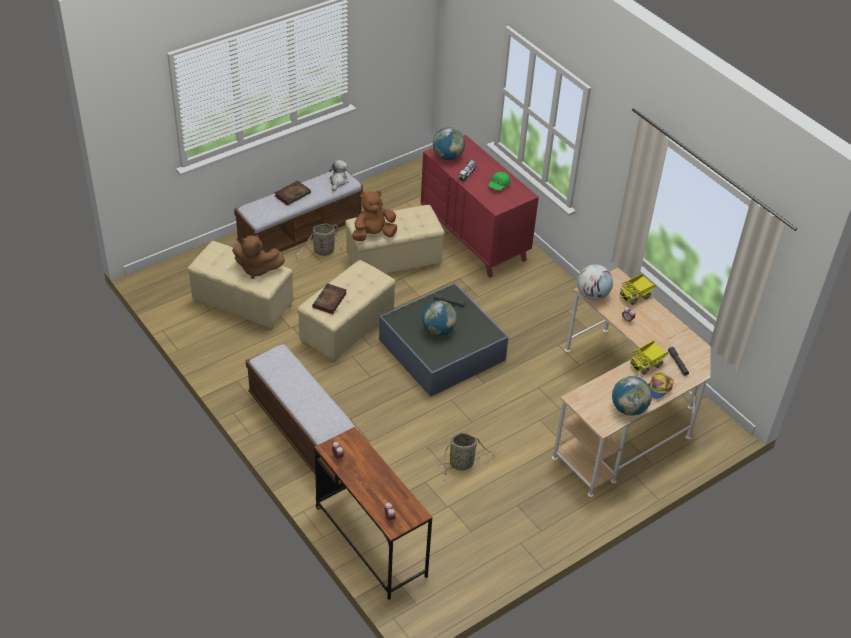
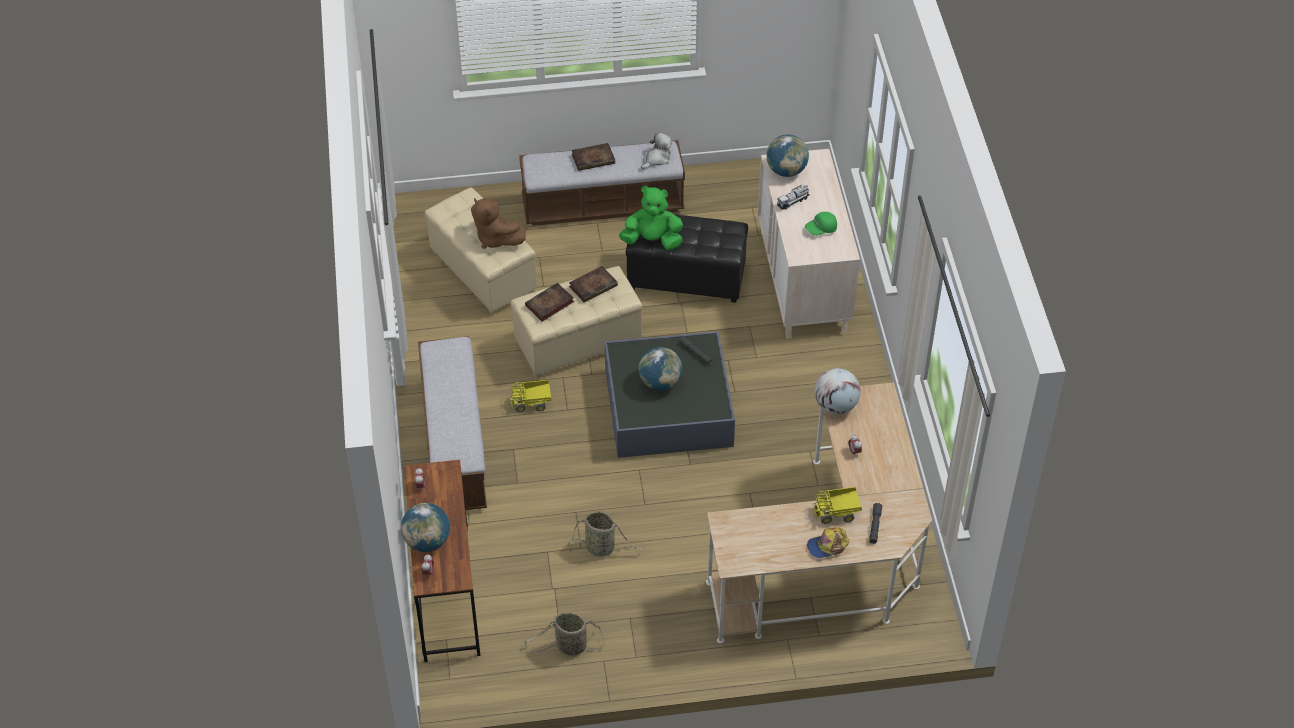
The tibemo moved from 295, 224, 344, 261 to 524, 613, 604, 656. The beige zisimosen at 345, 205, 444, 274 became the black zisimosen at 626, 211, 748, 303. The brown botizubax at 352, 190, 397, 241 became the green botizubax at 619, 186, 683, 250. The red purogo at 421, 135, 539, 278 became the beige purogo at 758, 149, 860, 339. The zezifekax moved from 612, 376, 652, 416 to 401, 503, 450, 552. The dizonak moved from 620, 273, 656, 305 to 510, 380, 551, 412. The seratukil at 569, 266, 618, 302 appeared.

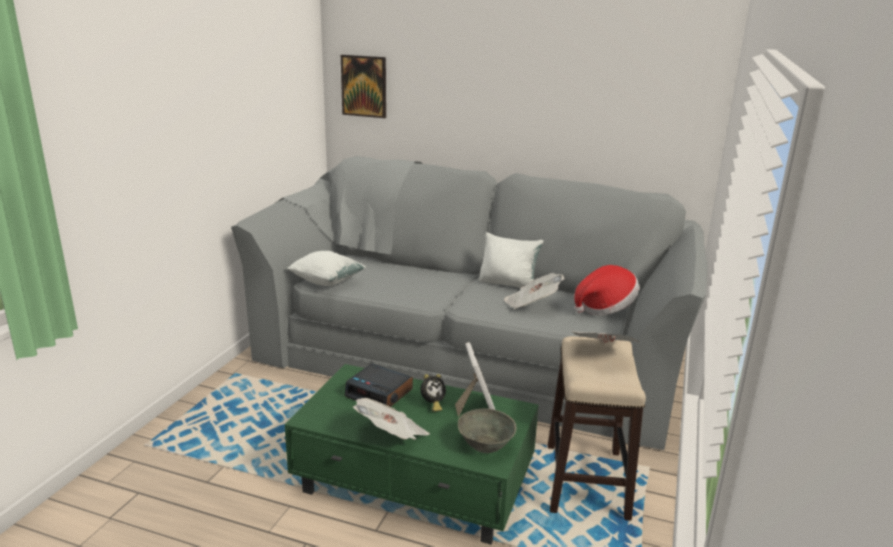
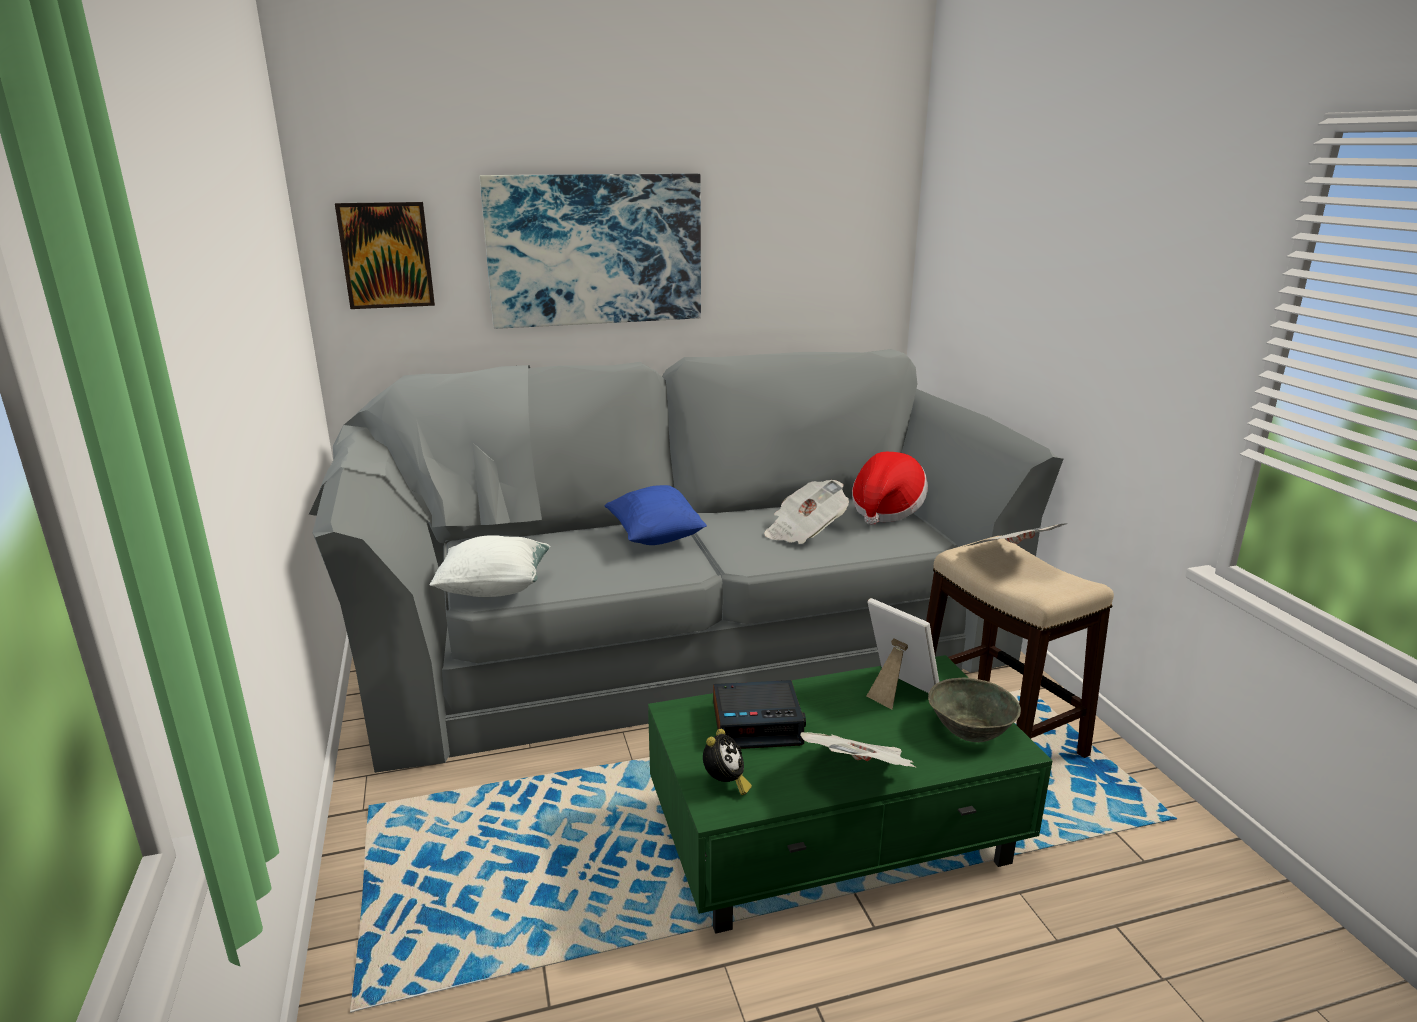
The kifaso moved from 421, 374, 446, 412 to 703, 729, 752, 795. The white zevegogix at 479, 232, 543, 288 disappeared. The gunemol at 480, 173, 701, 329 appeared. The blue zevegogix at 604, 485, 707, 545 appeared.

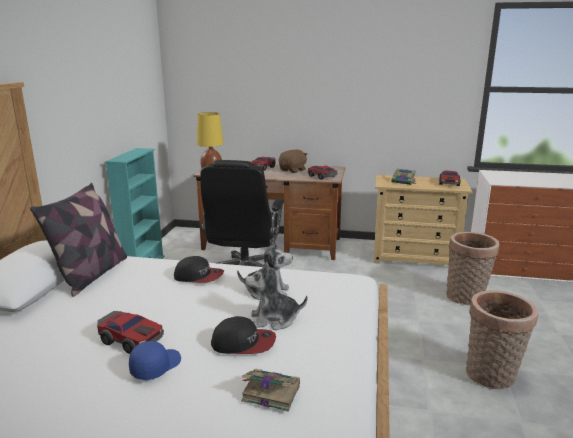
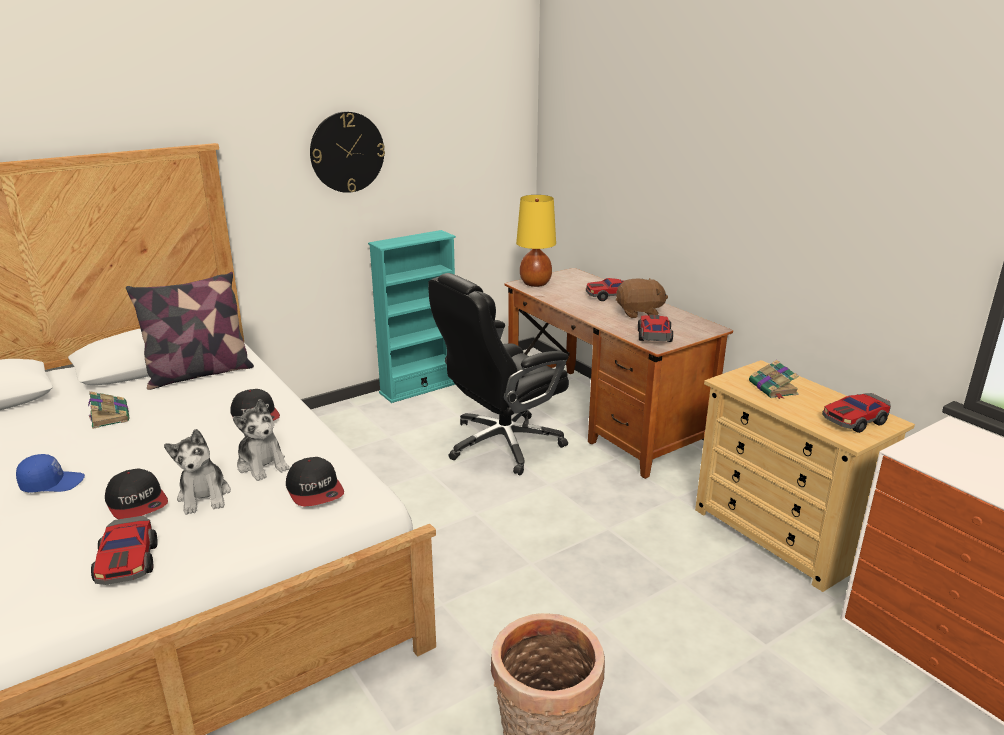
The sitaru moved from 97, 311, 164, 354 to 91, 516, 157, 585. The seratukil moved from 241, 369, 300, 412 to 88, 391, 129, 429. The botizubax at 245, 261, 308, 330 turned 150 degrees counterclockwise. The tibemo at 446, 232, 499, 305 disappeared. The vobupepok at 286, 457, 344, 507 appeared. The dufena at 310, 111, 385, 193 appeared.

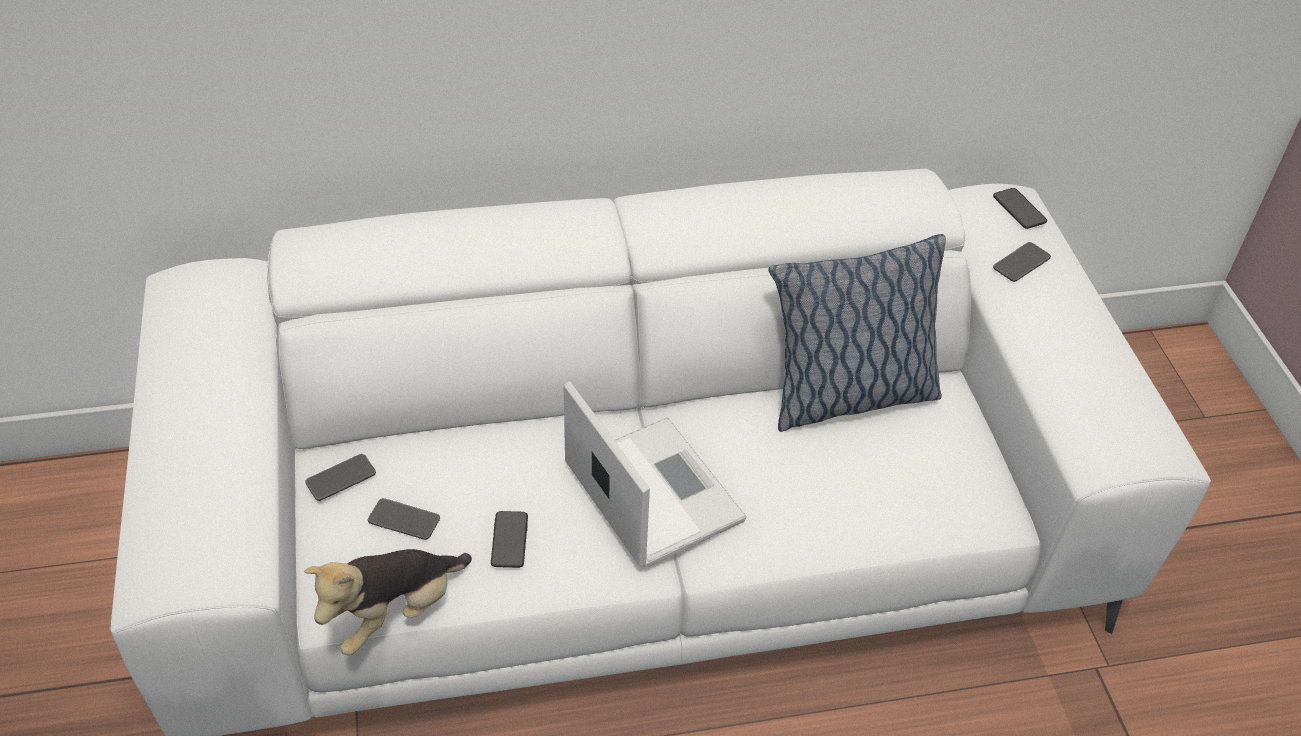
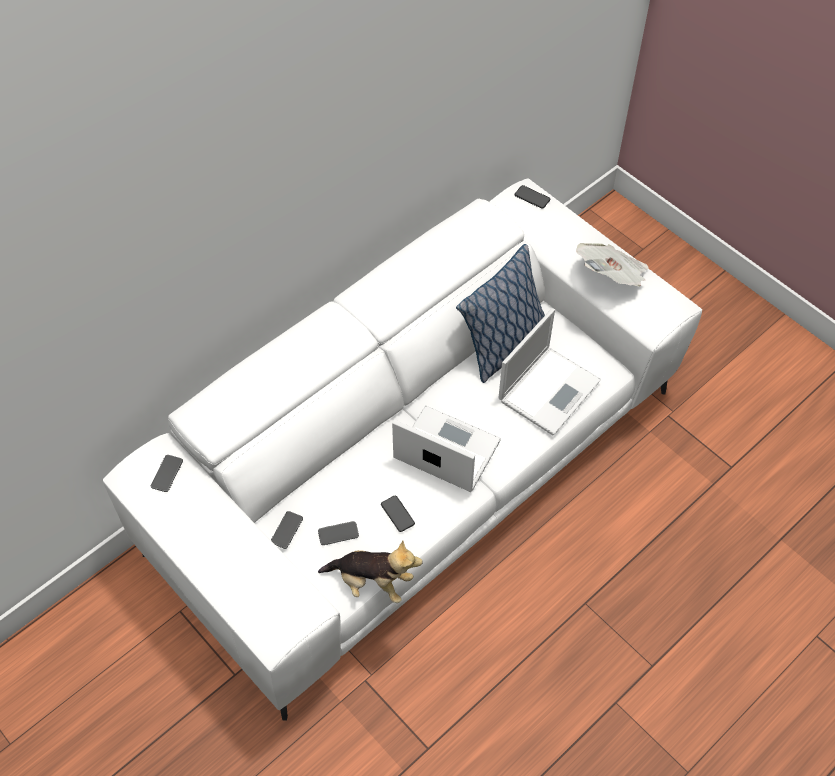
The botizubax at 304, 549, 472, 655 turned 90 degrees counterclockwise. The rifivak moved from 993, 242, 1051, 282 to 151, 455, 183, 492. The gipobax at 498, 308, 601, 435 appeared. The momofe at 576, 243, 649, 287 appeared.

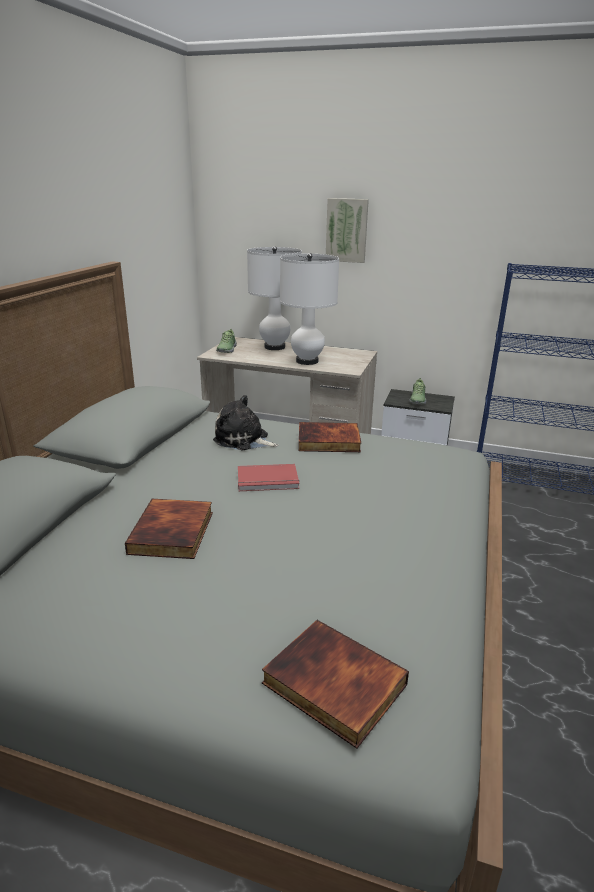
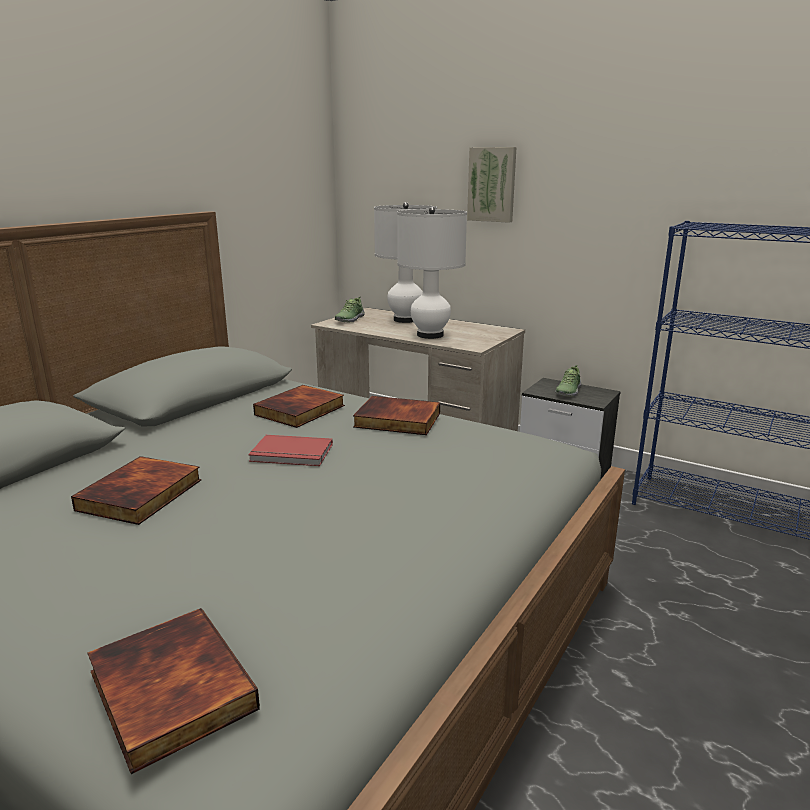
The botizubax at 213, 395, 279, 450 was replaced by the seratukil at 253, 385, 345, 428.

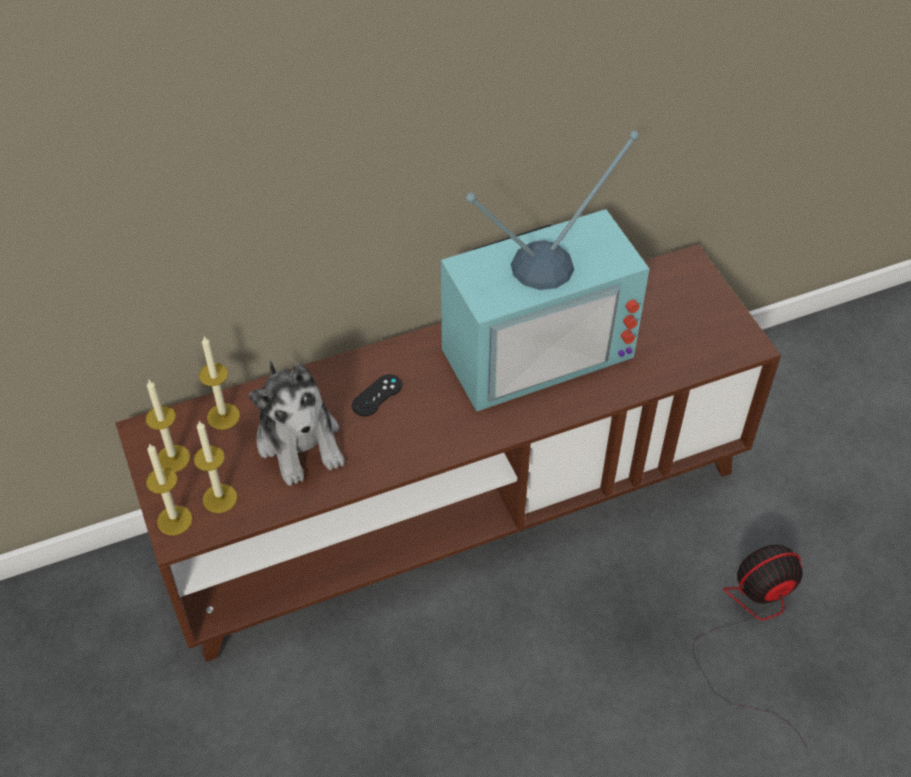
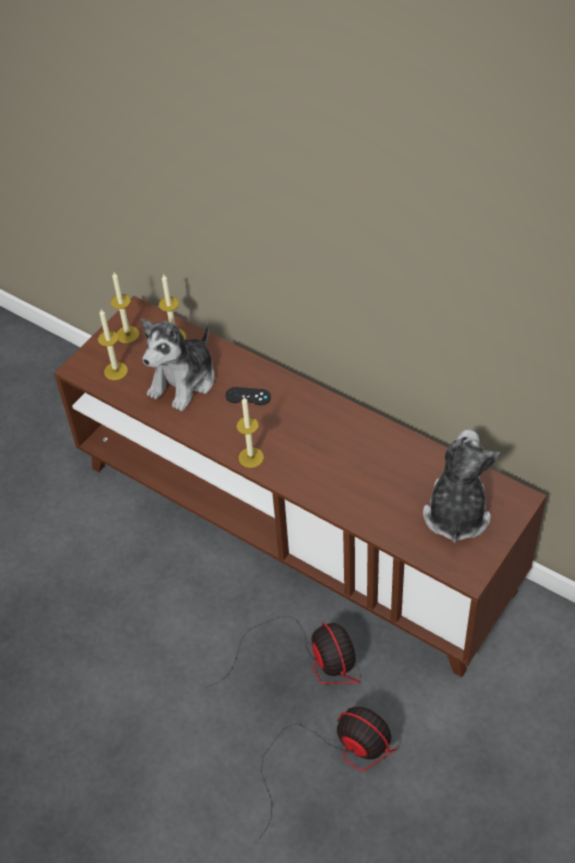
The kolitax moved from 146, 443, 193, 535 to 236, 397, 264, 468. The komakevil at 441, 130, 649, 412 disappeared. The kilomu at 205, 616, 360, 688 appeared. The botizubax at 423, 429, 500, 543 appeared.

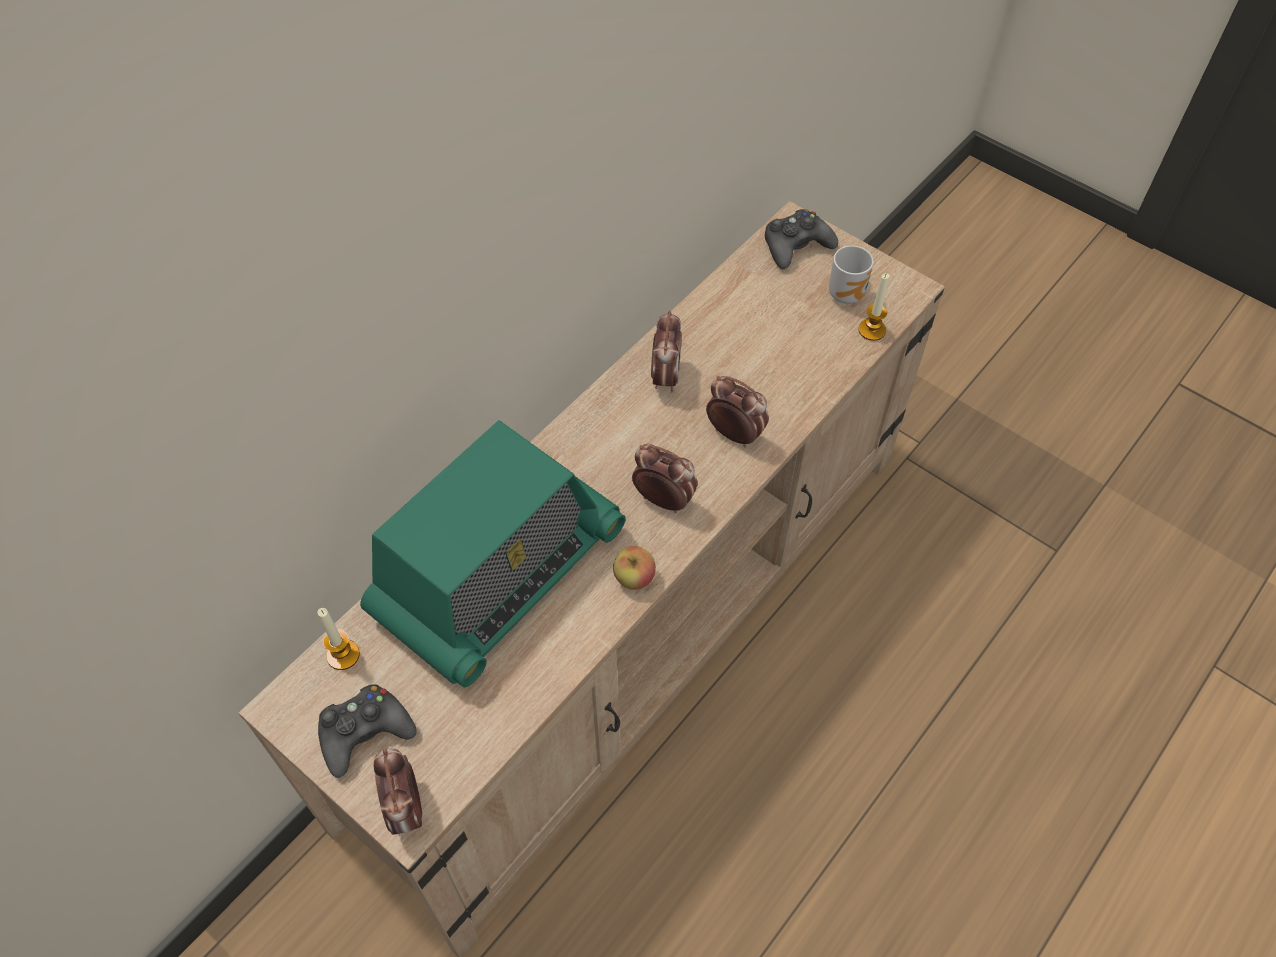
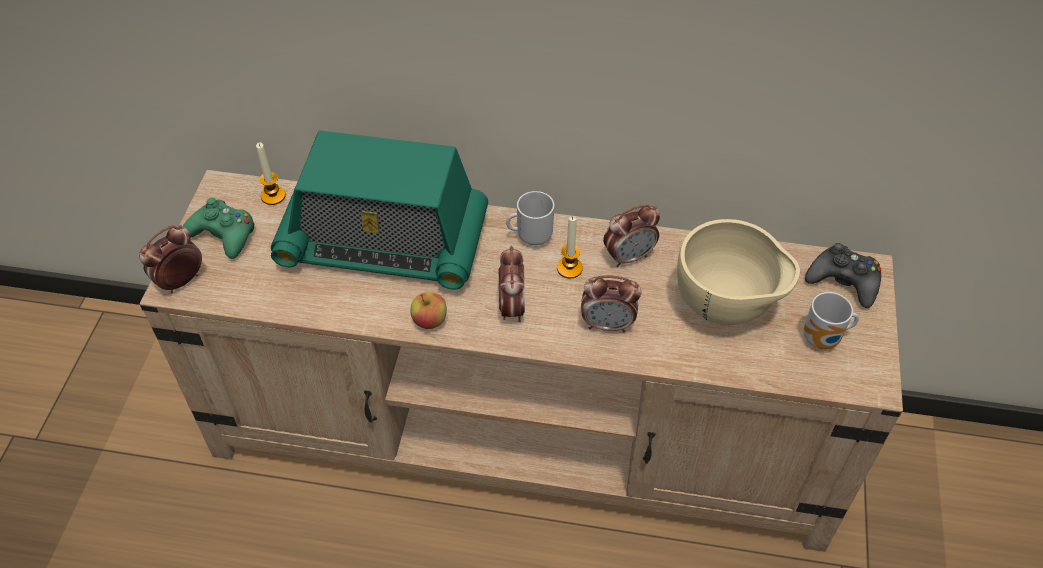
The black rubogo at 318, 684, 417, 778 became the green rubogo at 183, 198, 255, 259. The kifaso at 706, 376, 769, 447 turned 90 degrees clockwise. The kolitax moved from 859, 273, 890, 341 to 557, 216, 583, 279. The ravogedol at 506, 191, 554, 245 appeared. The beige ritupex at 677, 219, 800, 325 appeared.

